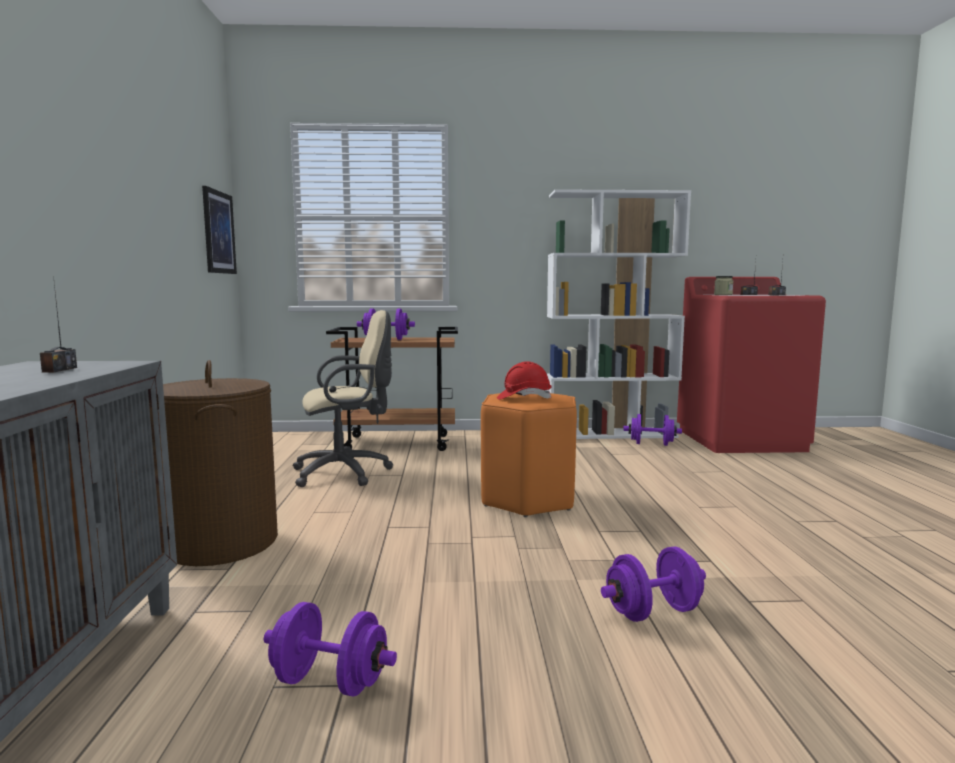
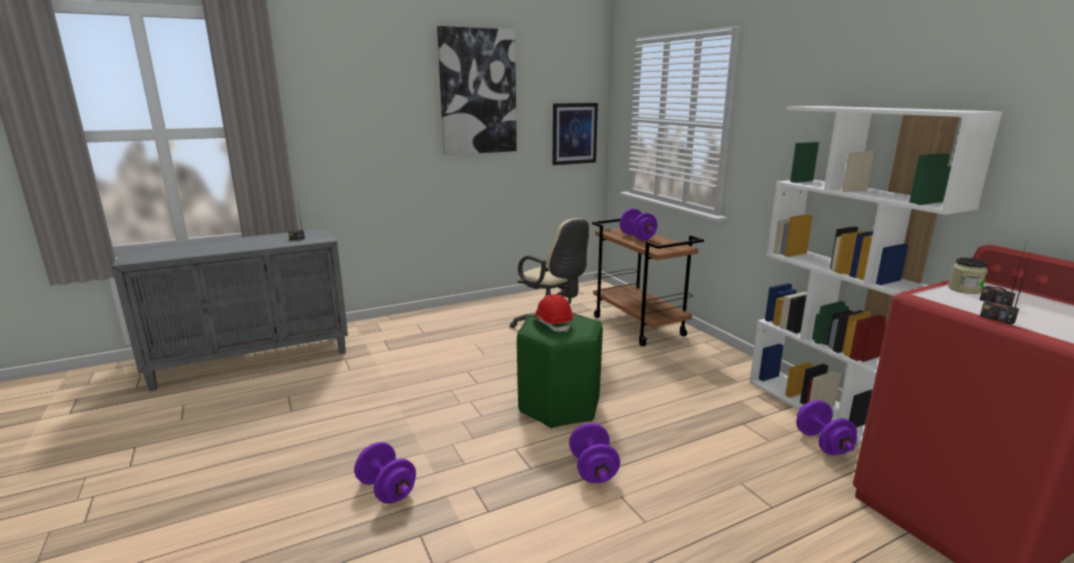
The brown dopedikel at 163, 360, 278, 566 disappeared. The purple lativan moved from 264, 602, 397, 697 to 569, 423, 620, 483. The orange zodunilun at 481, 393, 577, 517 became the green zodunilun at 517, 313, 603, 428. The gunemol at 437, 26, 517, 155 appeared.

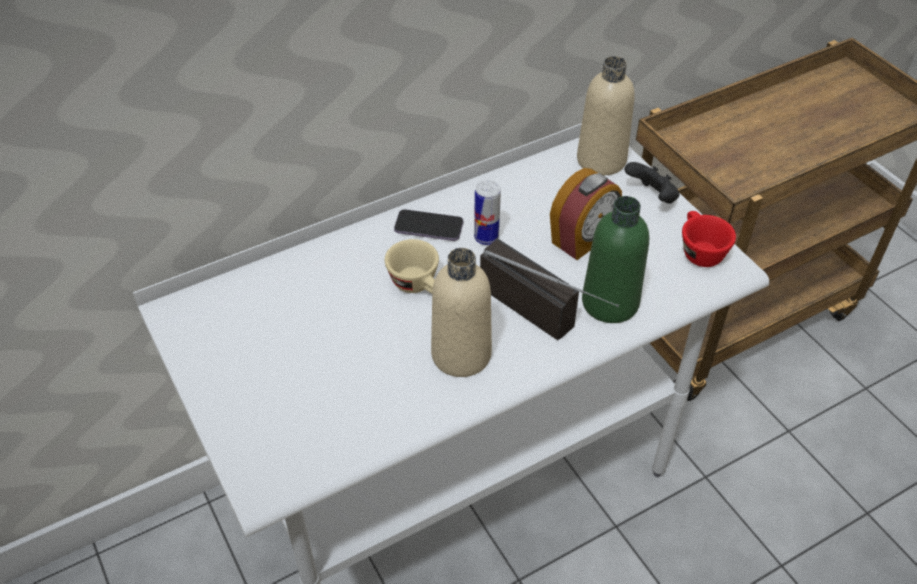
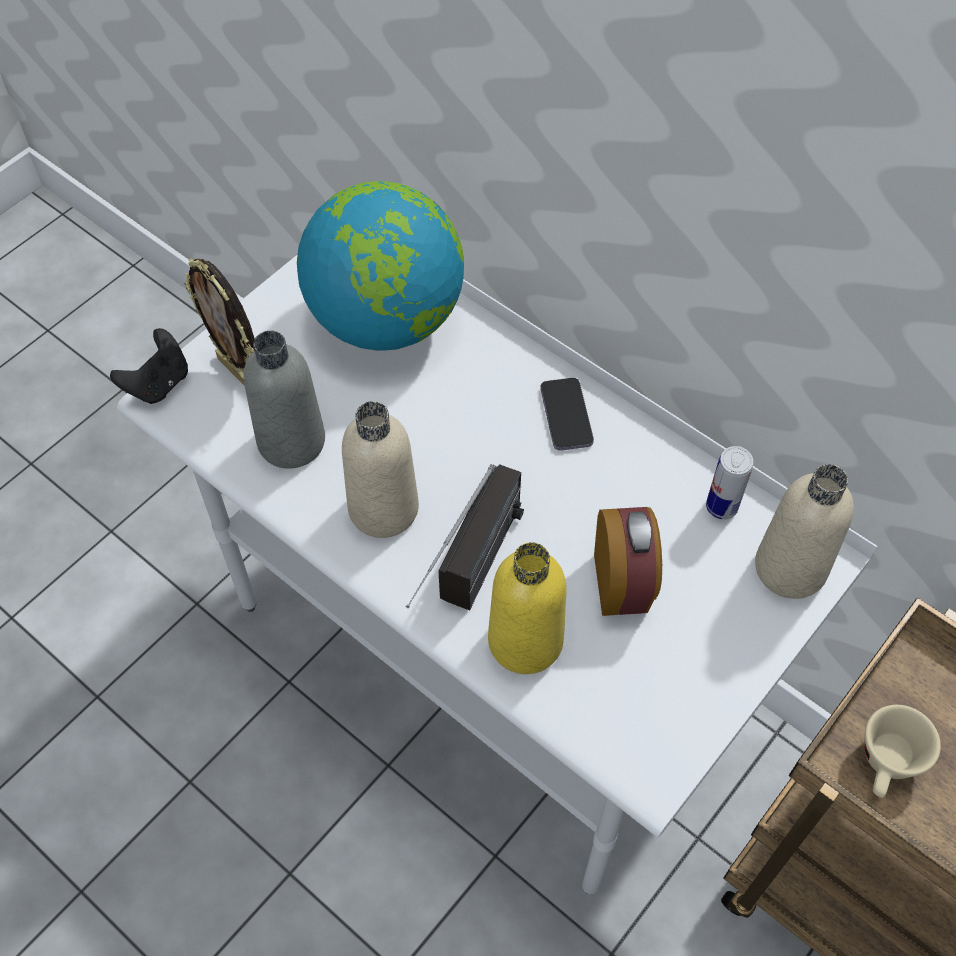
The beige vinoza moved from 385, 239, 439, 293 to 864, 705, 941, 798. The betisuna moved from 474, 180, 501, 245 to 706, 446, 753, 519. The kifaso at 550, 168, 622, 260 turned 120 degrees counterclockwise. The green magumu at 582, 196, 649, 323 became the yellow magumu at 488, 542, 567, 674. The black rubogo moved from 625, 162, 680, 204 to 110, 328, 188, 404. The red vinoza at 682, 211, 736, 267 disappeared. The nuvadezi at 184, 258, 255, 385 appeared. The grey magumu at 244, 331, 325, 469 appeared. The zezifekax at 297, 181, 464, 351 appeared.

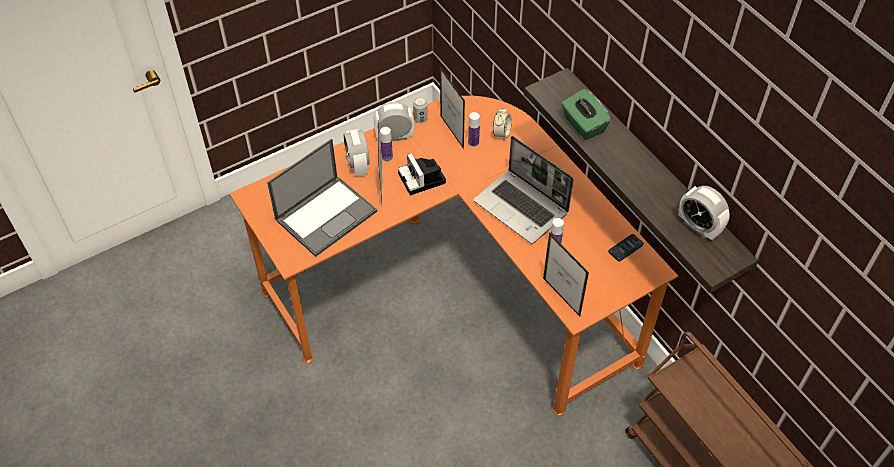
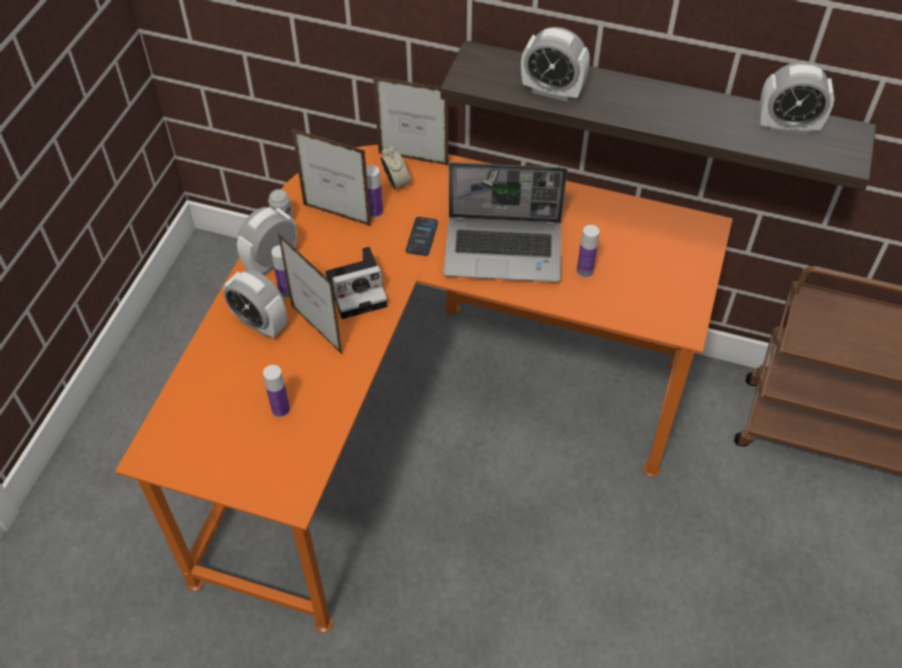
The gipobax at 267, 139, 377, 257 was replaced by the magumu at 263, 365, 290, 417. The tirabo at 398, 153, 446, 195 turned 45 degrees counterclockwise. The nuvadezi moved from 543, 233, 589, 317 to 373, 76, 449, 165. The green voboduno at 561, 89, 611, 140 was replaced by the kifaso at 521, 27, 590, 102. The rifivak moved from 608, 234, 644, 261 to 406, 217, 438, 256.

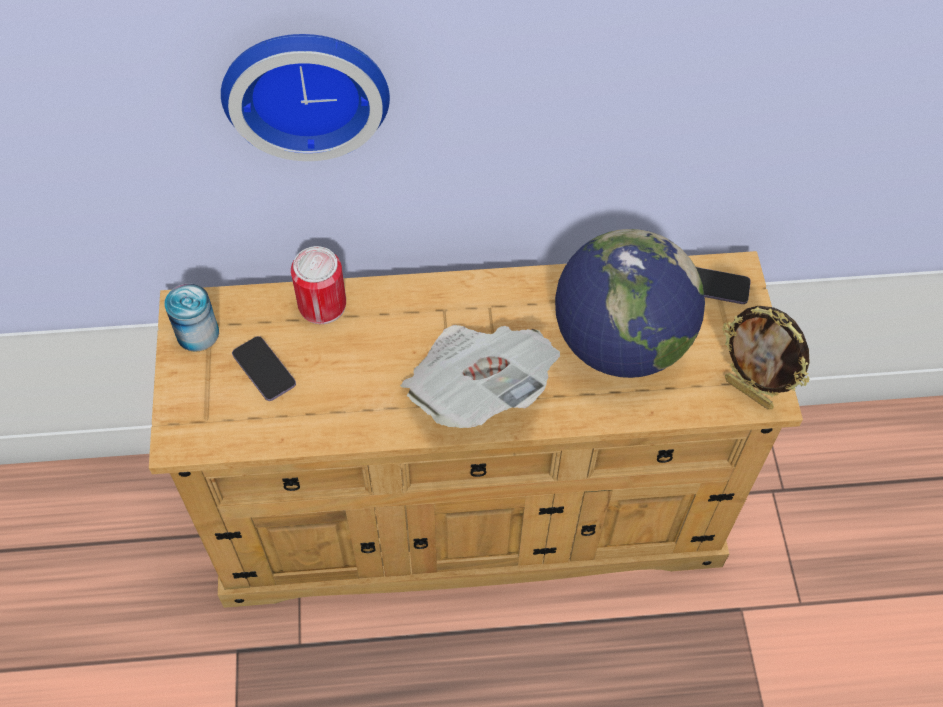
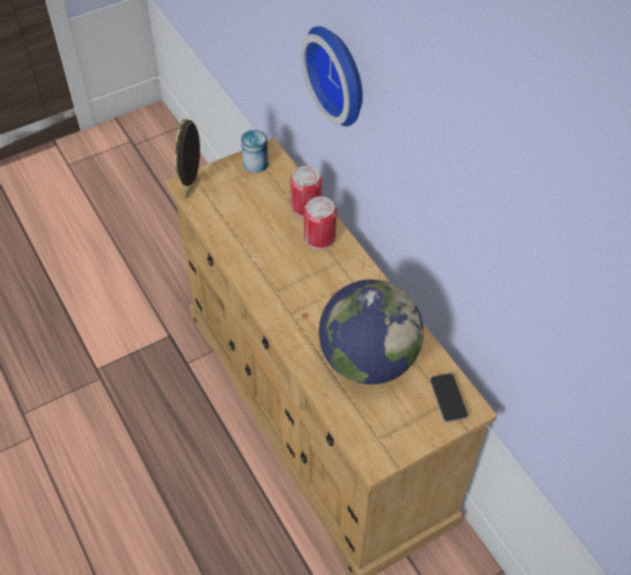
The rifivak at 232, 336, 296, 401 disappeared. The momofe at 400, 325, 560, 428 disappeared. The nuvadezi moved from 722, 306, 810, 410 to 174, 118, 200, 198. The betisuna at 304, 196, 337, 249 appeared.

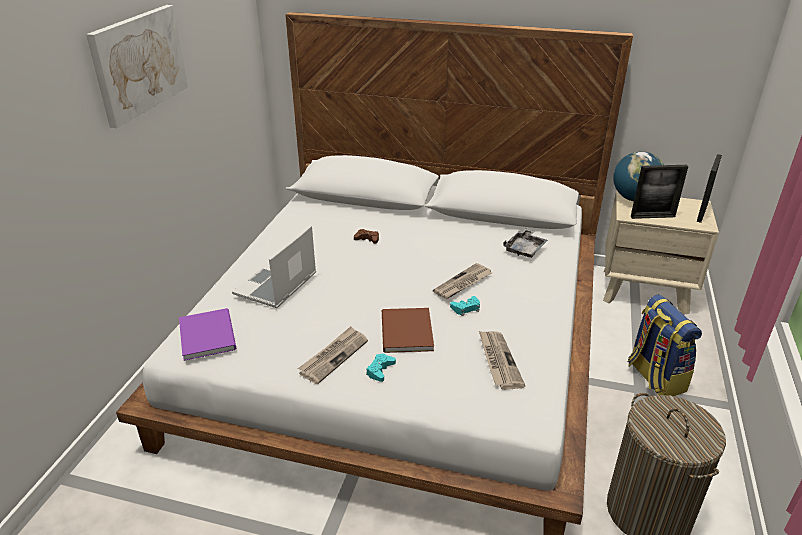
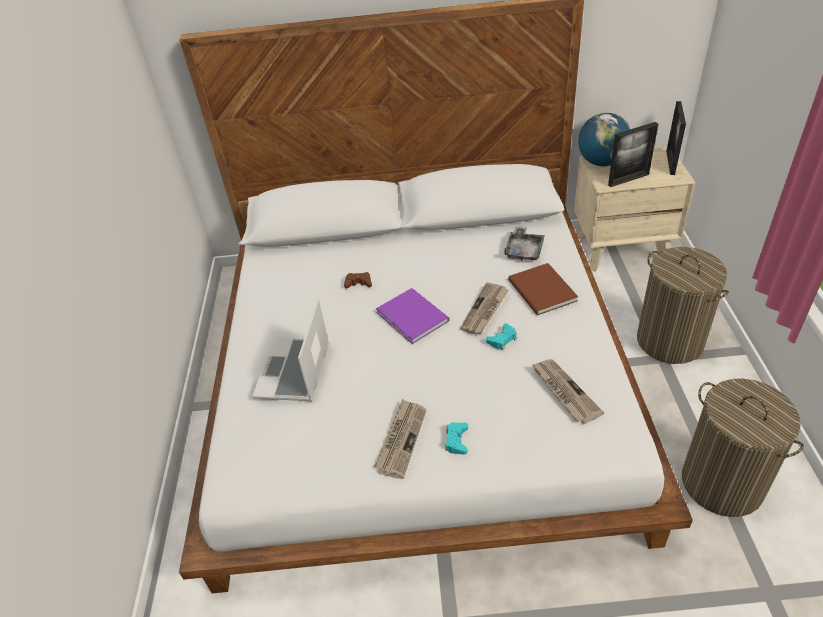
The gunemol at 86, 5, 188, 128 disappeared. The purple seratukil moved from 179, 308, 236, 361 to 376, 288, 450, 344. The brown seratukil moved from 382, 308, 434, 353 to 508, 263, 578, 315. The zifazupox at 628, 294, 702, 396 was replaced by the dopedikel at 637, 247, 729, 364.

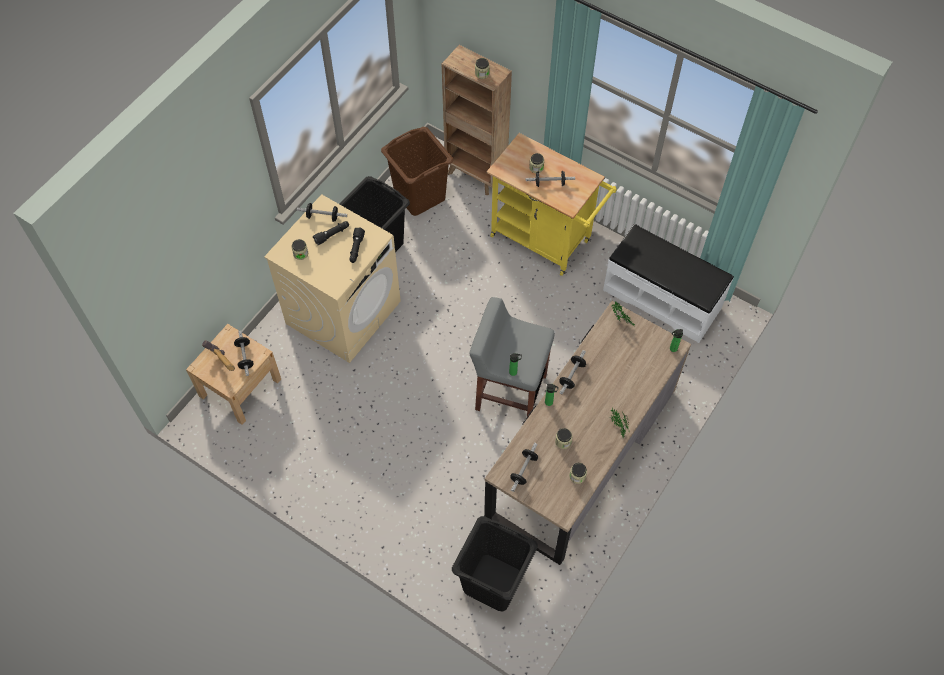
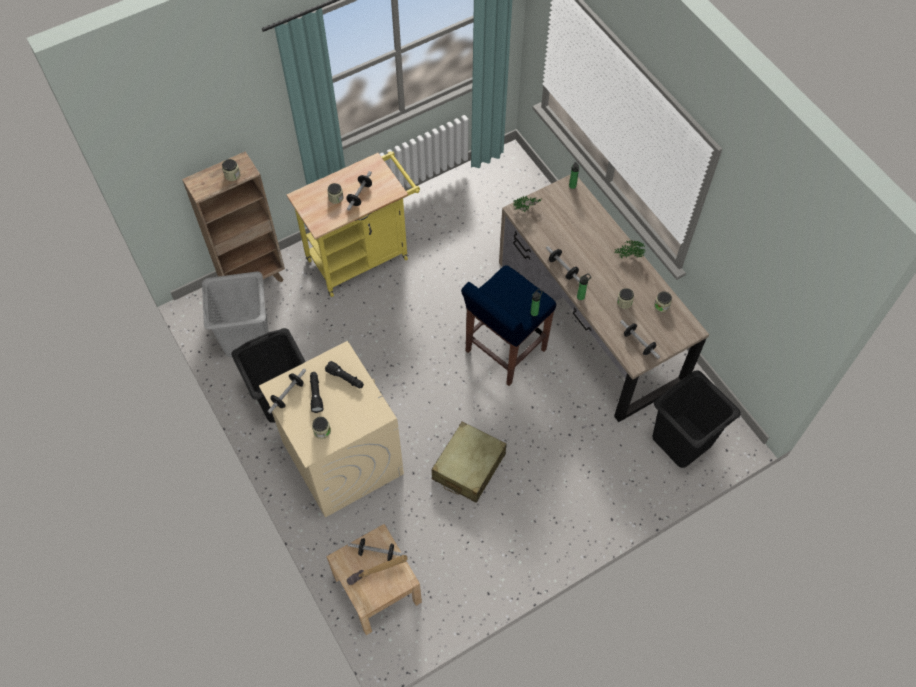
The brown dopedikel at 381, 127, 453, 216 became the grey dopedikel at 202, 271, 268, 357. The grey zodunilun at 469, 297, 555, 416 became the blue zodunilun at 461, 265, 556, 386. The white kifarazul at 603, 224, 734, 343 disappeared. The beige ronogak at 432, 422, 506, 503 appeared.

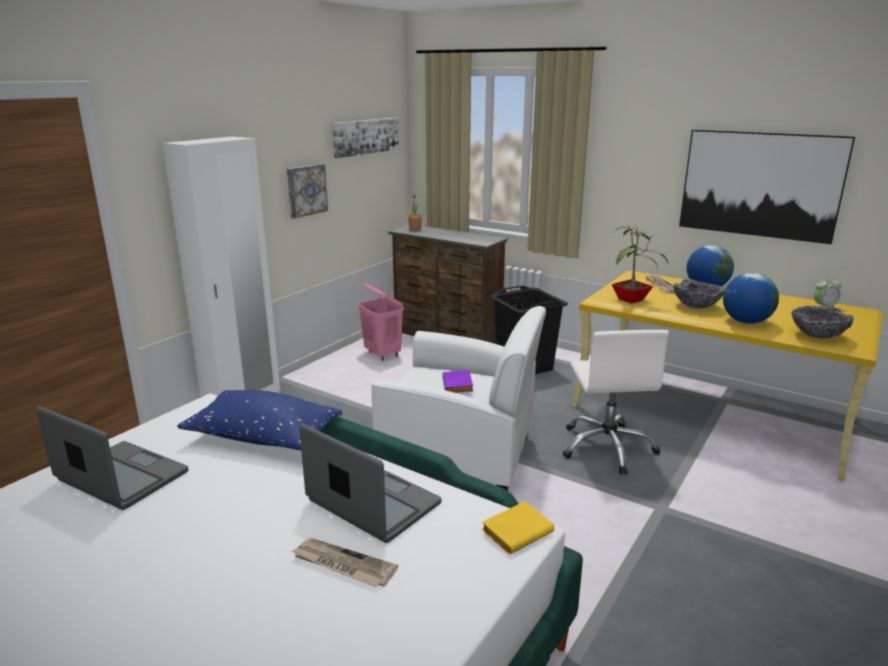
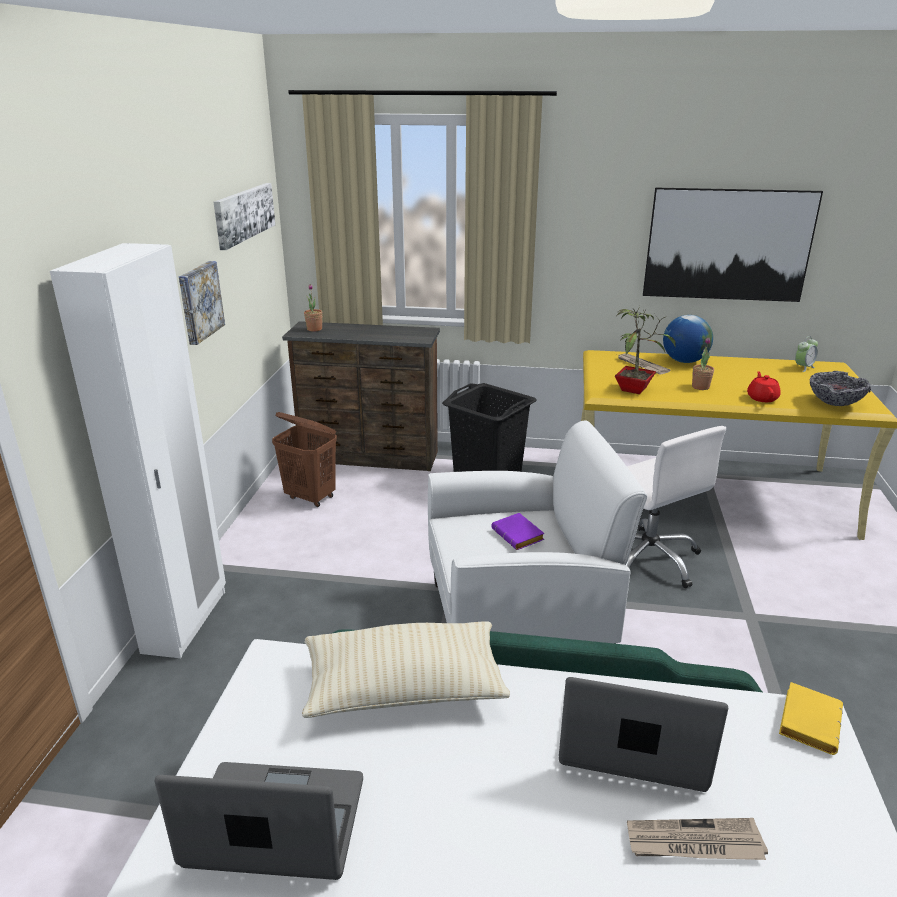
The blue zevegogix at 177, 390, 343, 450 became the beige zevegogix at 302, 622, 510, 718. The pink dopedikel at 358, 283, 404, 361 became the brown dopedikel at 272, 412, 337, 507. The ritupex at 673, 279, 724, 309 was replaced by the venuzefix at 692, 338, 714, 390. The zezifekax at 723, 273, 779, 324 was replaced by the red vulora at 747, 371, 781, 402.

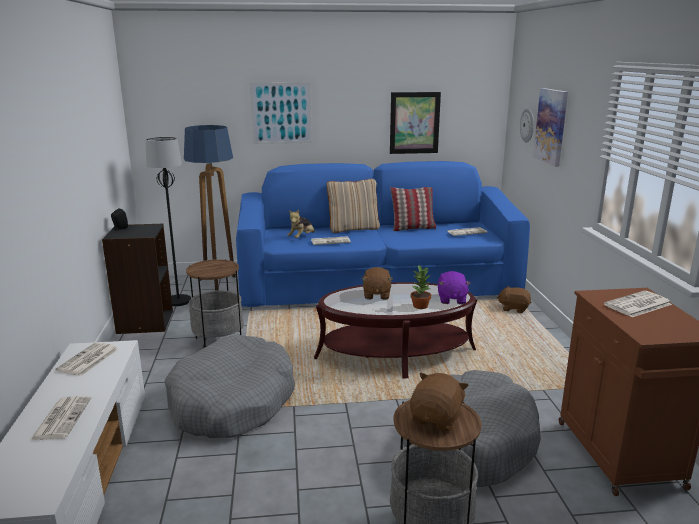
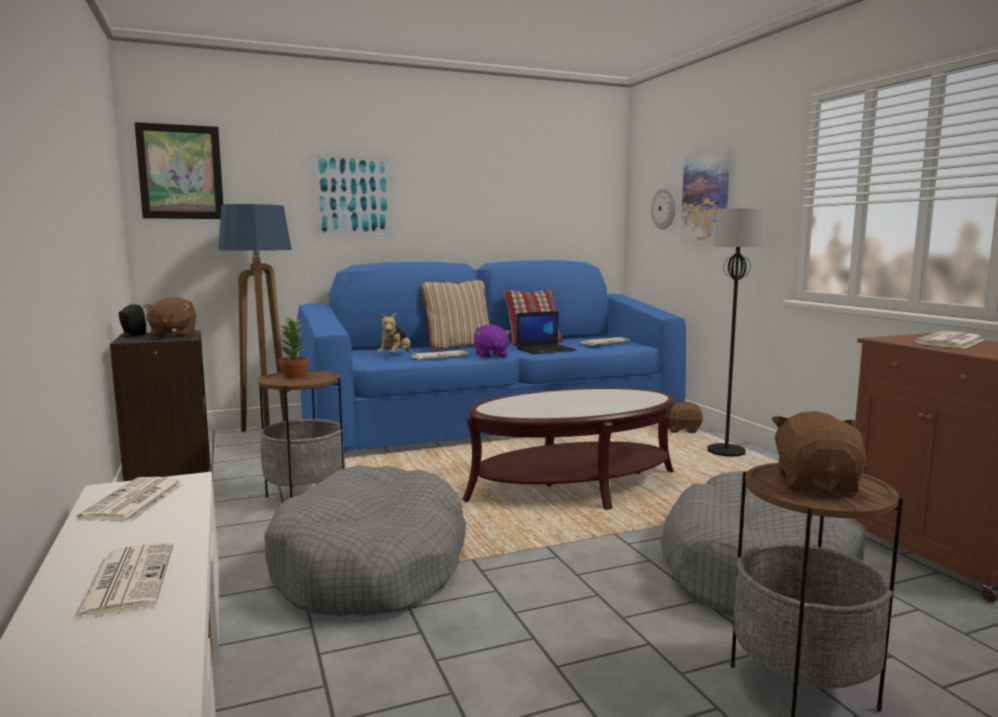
The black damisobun moved from 146, 137, 191, 306 to 707, 208, 764, 457. The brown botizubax moved from 361, 267, 393, 300 to 143, 297, 196, 339. The gunemol moved from 390, 92, 441, 154 to 134, 122, 223, 219. The venuzefix moved from 411, 265, 431, 309 to 279, 317, 309, 379. The purple botizubax moved from 438, 271, 471, 304 to 474, 324, 511, 358. The gipobax at 517, 311, 576, 354 appeared.

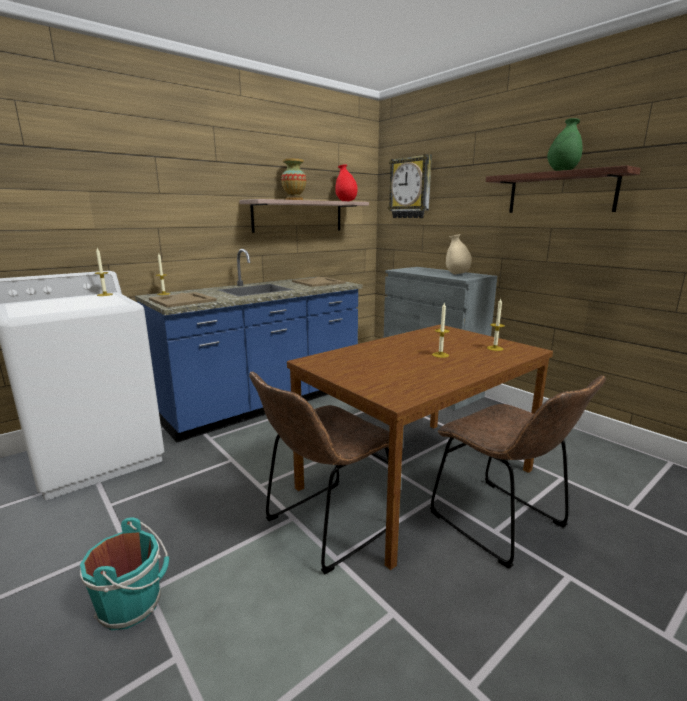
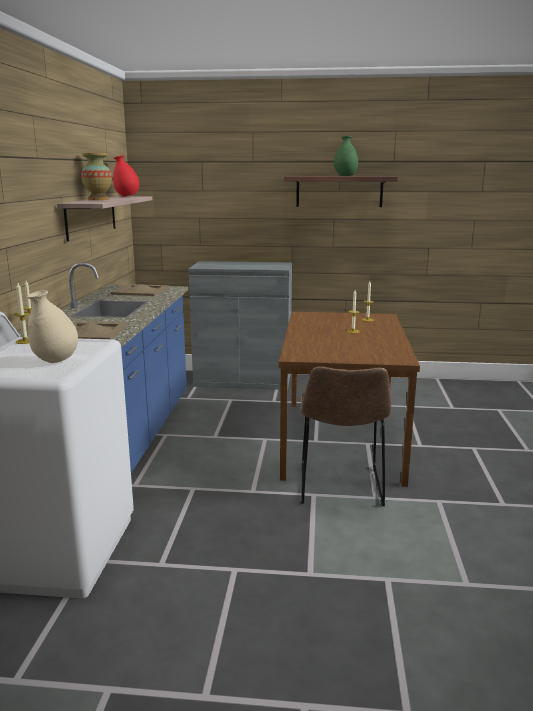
The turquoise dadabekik at 80, 517, 169, 630 disappeared. The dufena at 388, 154, 432, 218 disappeared. The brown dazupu at 430, 375, 606, 569 disappeared. The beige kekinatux moved from 446, 234, 472, 275 to 27, 290, 78, 363.

